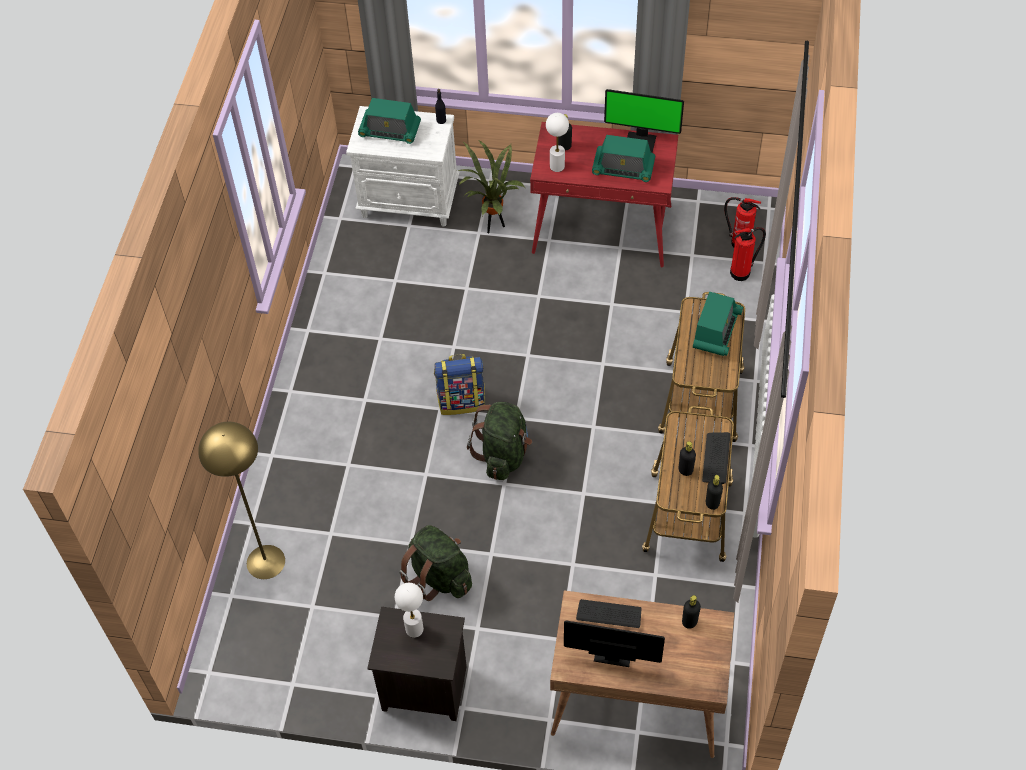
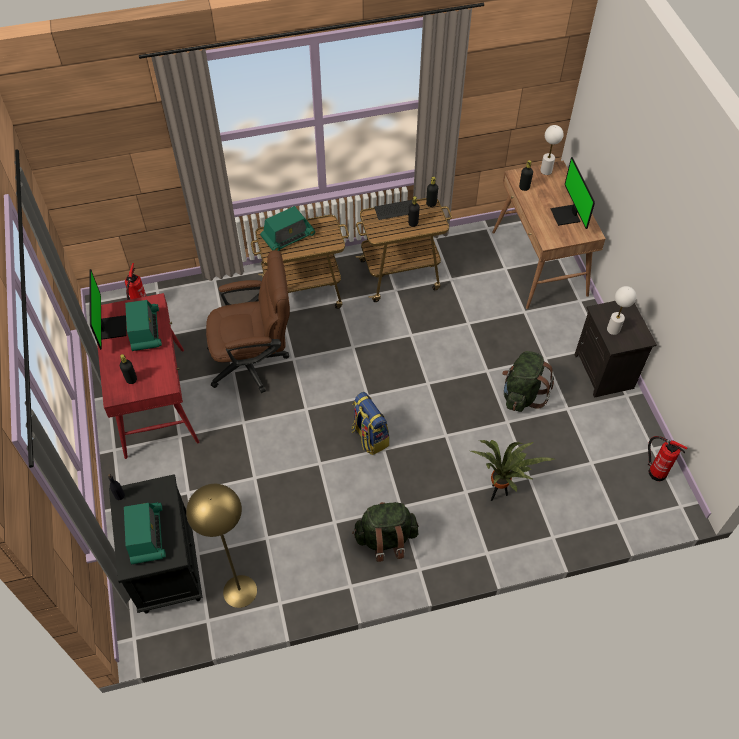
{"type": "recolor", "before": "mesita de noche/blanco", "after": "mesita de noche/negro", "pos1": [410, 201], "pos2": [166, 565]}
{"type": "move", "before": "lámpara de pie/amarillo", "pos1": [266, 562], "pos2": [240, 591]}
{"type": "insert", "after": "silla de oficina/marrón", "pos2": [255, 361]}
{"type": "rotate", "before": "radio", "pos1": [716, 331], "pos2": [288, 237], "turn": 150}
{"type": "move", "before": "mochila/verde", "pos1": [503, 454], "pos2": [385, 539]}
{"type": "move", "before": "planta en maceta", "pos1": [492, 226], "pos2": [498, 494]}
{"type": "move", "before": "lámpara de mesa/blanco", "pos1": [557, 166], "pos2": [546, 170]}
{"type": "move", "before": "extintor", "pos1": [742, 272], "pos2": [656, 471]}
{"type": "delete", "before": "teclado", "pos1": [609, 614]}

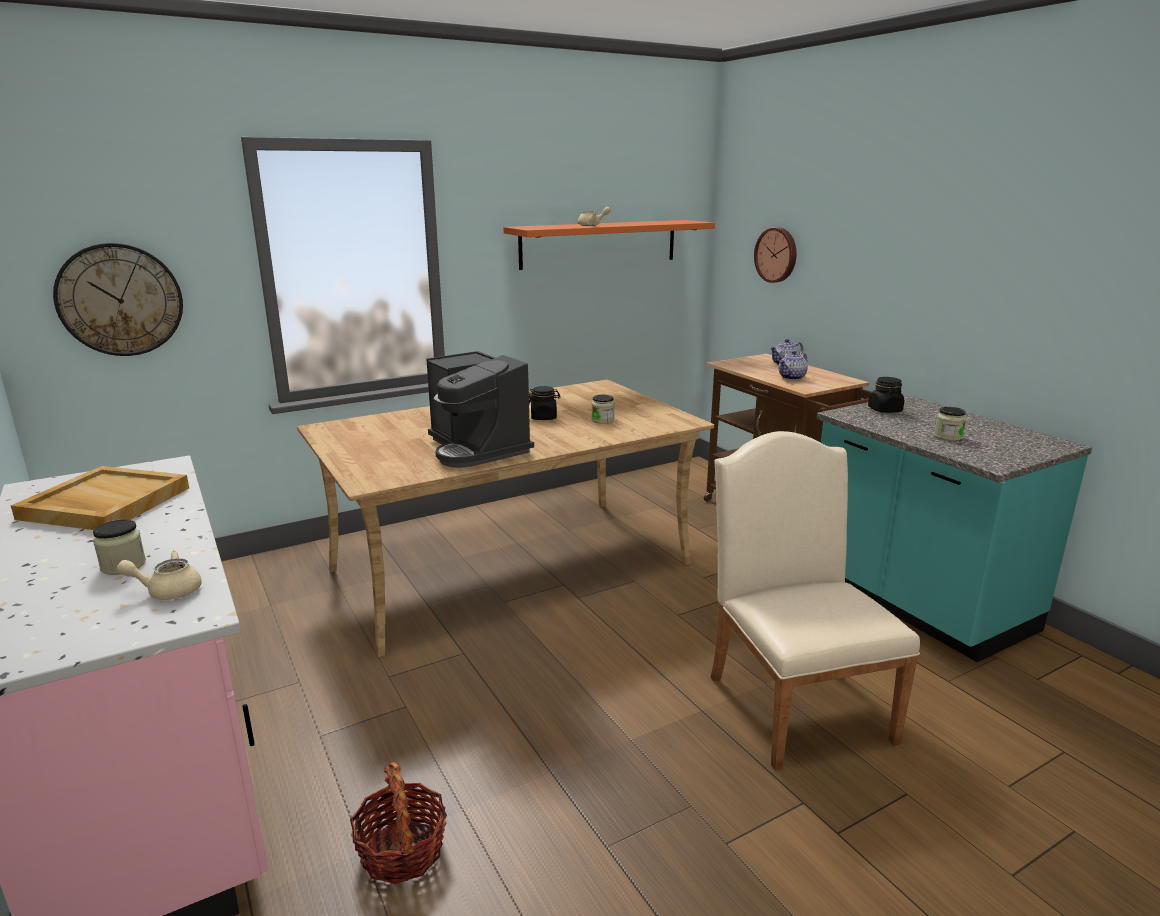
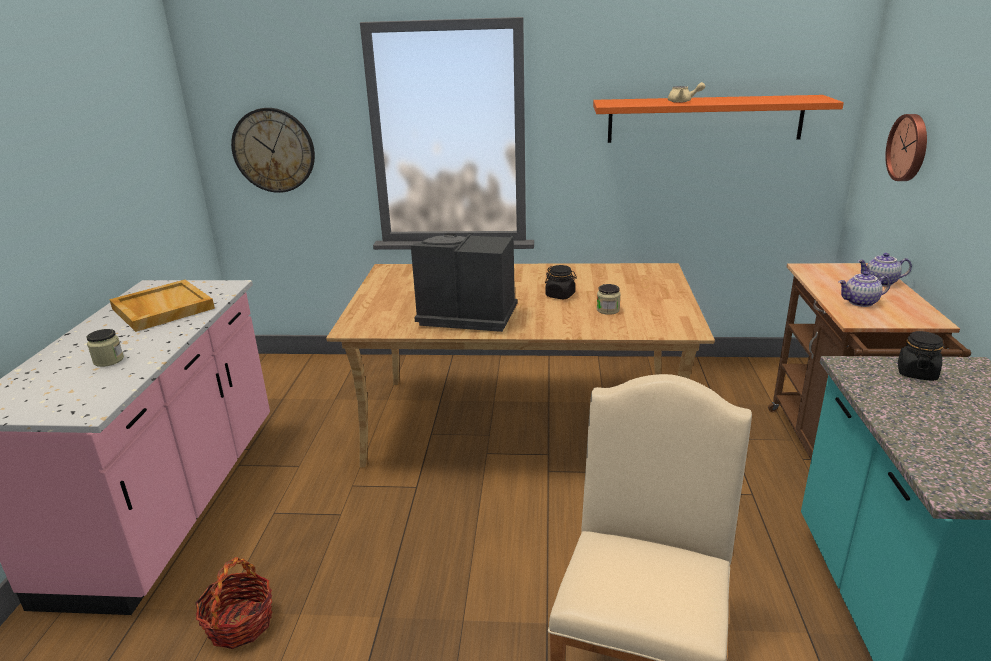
{"type": "rotate", "before": "cafetera", "pos1": [477, 448], "pos2": [465, 316], "turn": 105}
{"type": "delete", "before": "tetera/beis", "pos1": [168, 591]}
{"type": "delete", "before": "tarro", "pos1": [947, 437]}

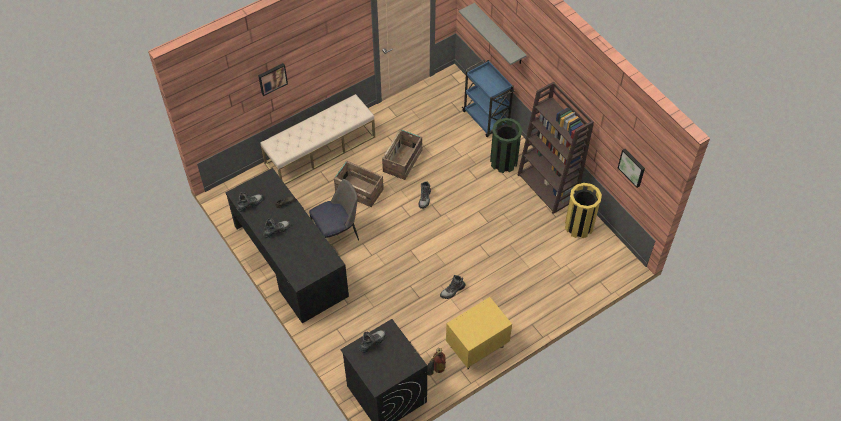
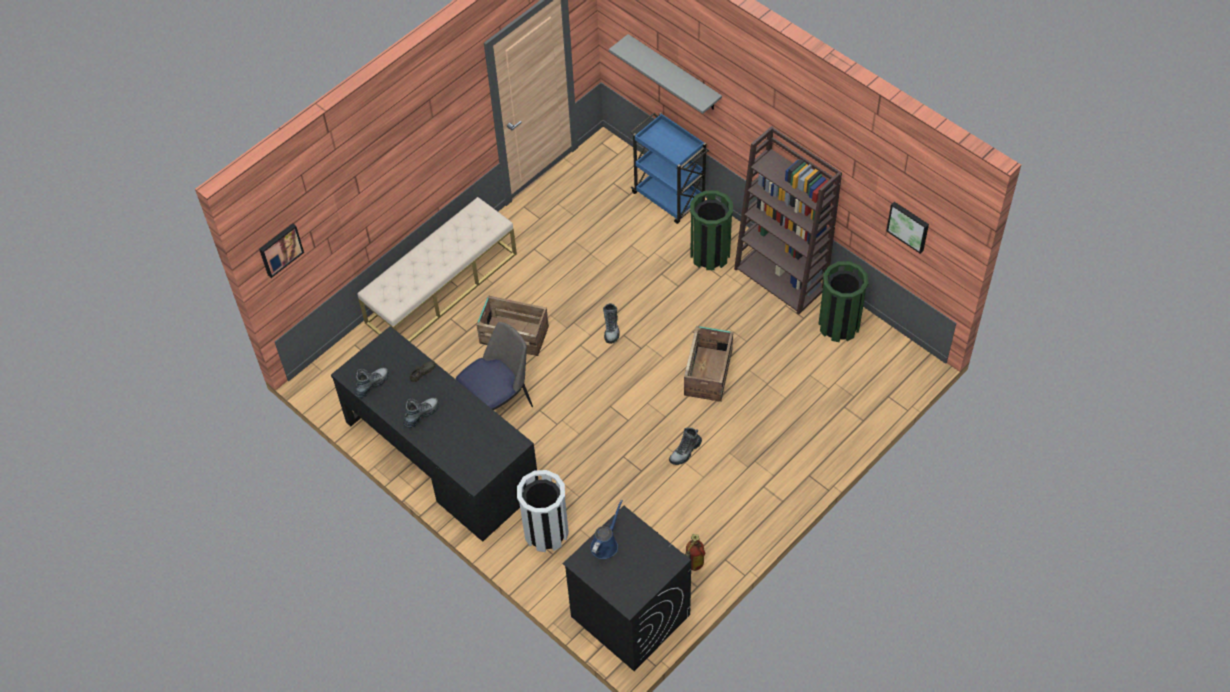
{"type": "move", "before": "cuadro", "pos1": [272, 78], "pos2": [280, 249]}
{"type": "insert", "after": "papelera/blanco", "pos2": [546, 532]}
{"type": "replace", "before": "bota", "after": "regadera/azul", "pos1": [372, 342], "pos2": [605, 544]}
{"type": "move", "before": "caja de embalaje", "pos1": [403, 160], "pos2": [708, 372]}
{"type": "recolor", "before": "papelera/amarillo", "after": "papelera/verde", "pos1": [579, 226], "pos2": [839, 325]}
{"type": "delete", "before": "mesita de noche/amarillo", "pos1": [477, 348]}

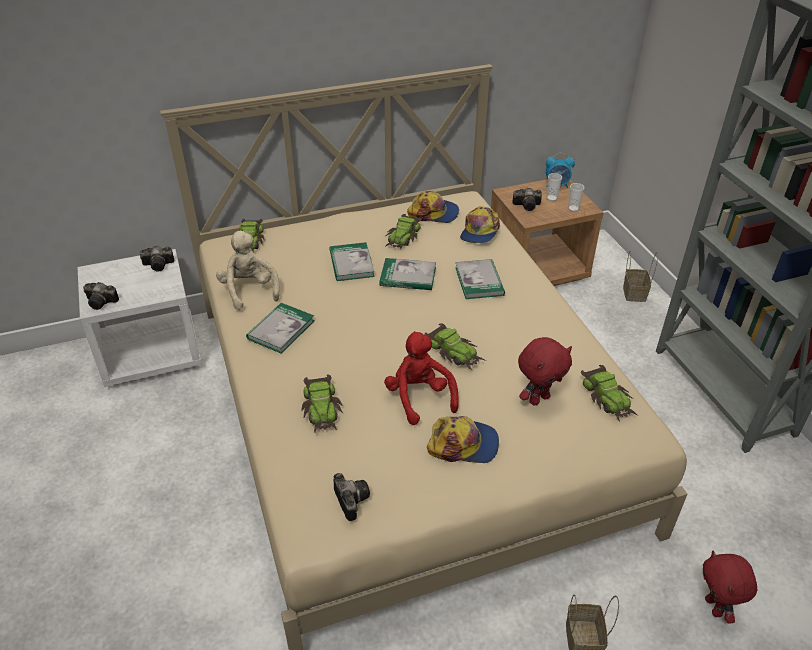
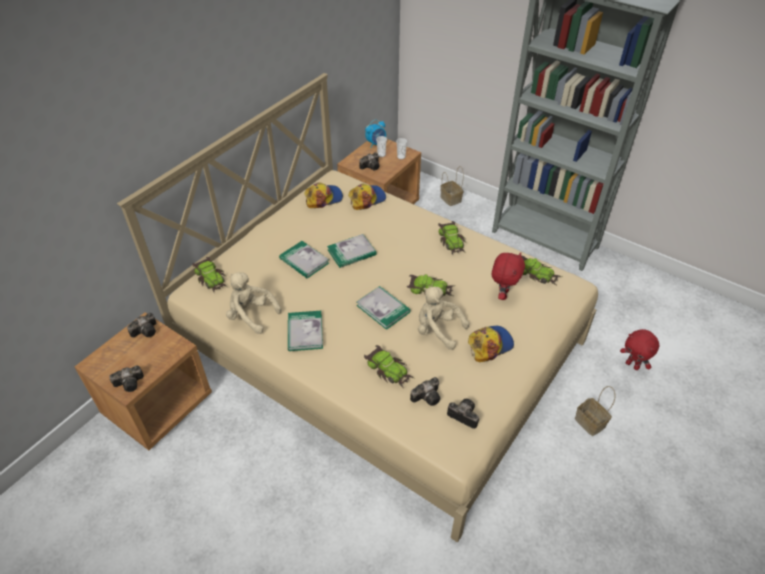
{"type": "recolor", "before": "mesita de noche/blanco", "after": "mesita de noche/marrón", "pos1": [152, 353], "pos2": [158, 405]}
{"type": "rotate", "before": "gorra", "pos1": [479, 231], "pos2": [367, 199], "turn": -105}
{"type": "move", "before": "libro", "pos1": [479, 281], "pos2": [383, 309]}
{"type": "insert", "after": "cámara", "pos2": [428, 396]}
{"type": "recolor", "before": "peluche/rojo", "after": "peluche/beis", "pos1": [419, 397], "pos2": [437, 330]}
{"type": "move", "before": "coche de juguete", "pos1": [403, 237], "pos2": [452, 241]}

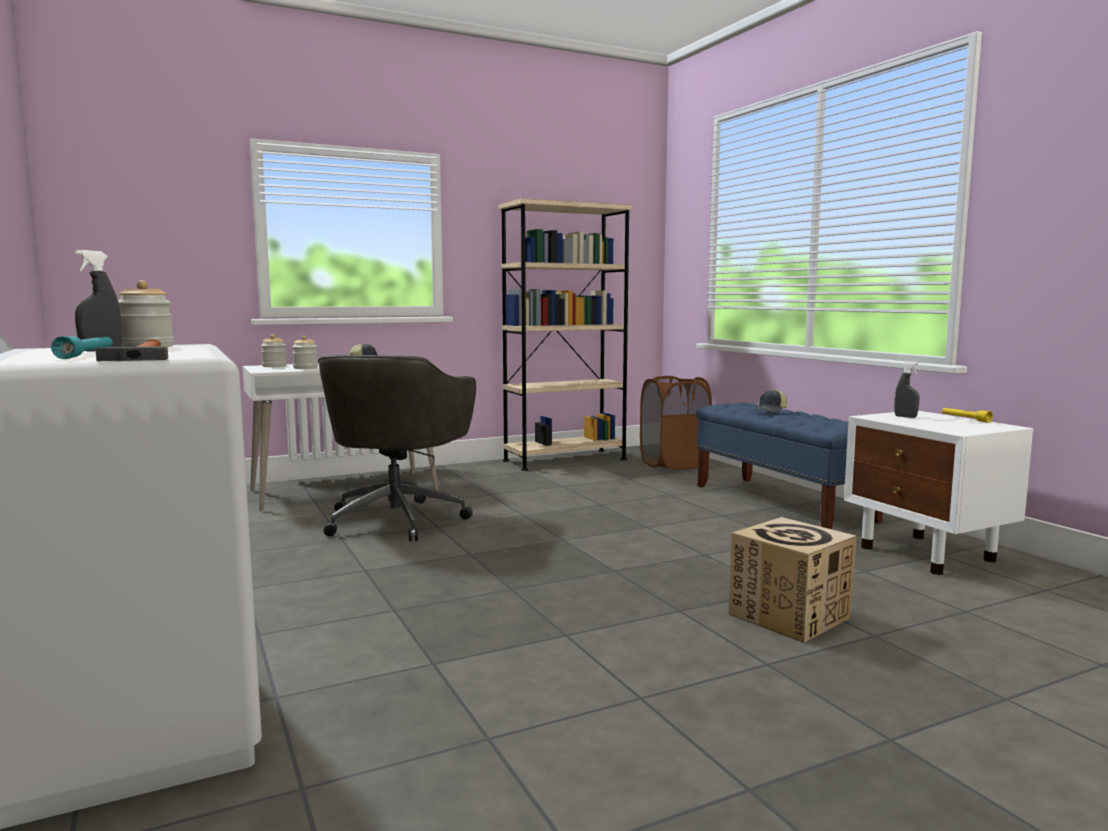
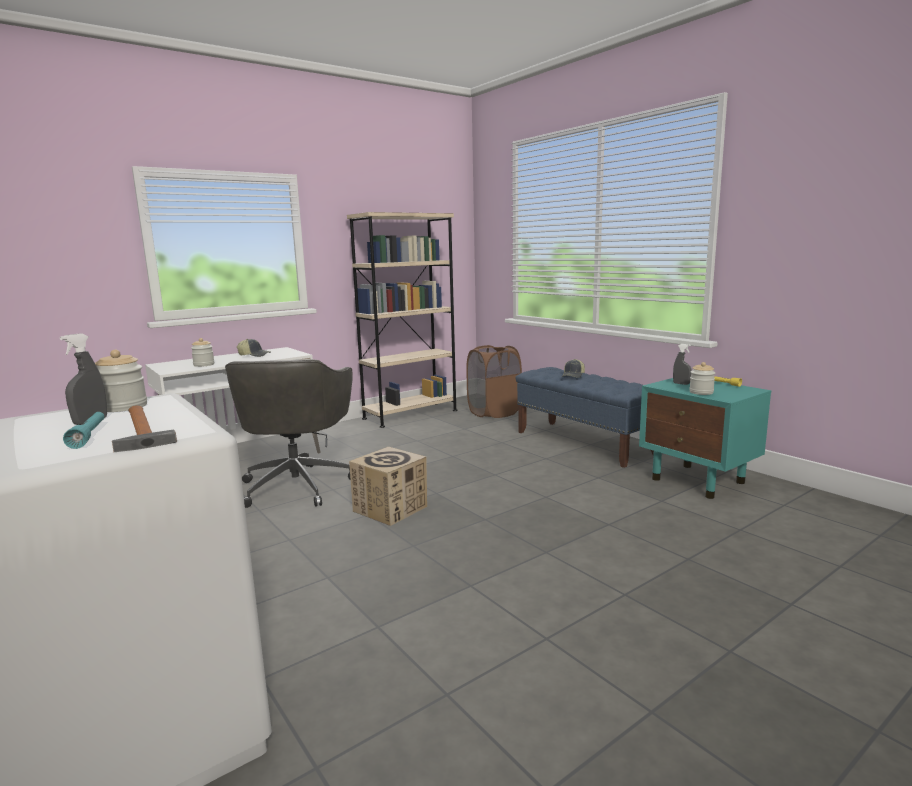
{"type": "move", "before": "caja de cartón", "pos1": [789, 616], "pos2": [390, 509]}
{"type": "recolor", "before": "mesita de noche/blanco", "after": "mesita de noche/turquesa", "pos1": [928, 554], "pos2": [699, 481]}
{"type": "move", "before": "tarro", "pos1": [274, 366], "pos2": [701, 392]}

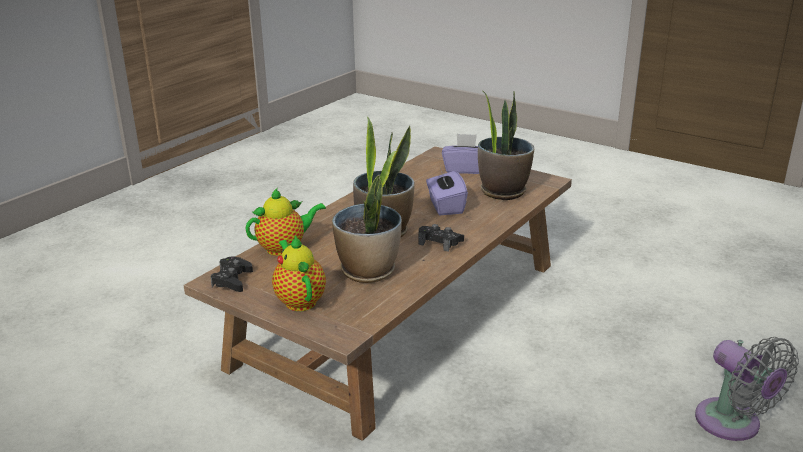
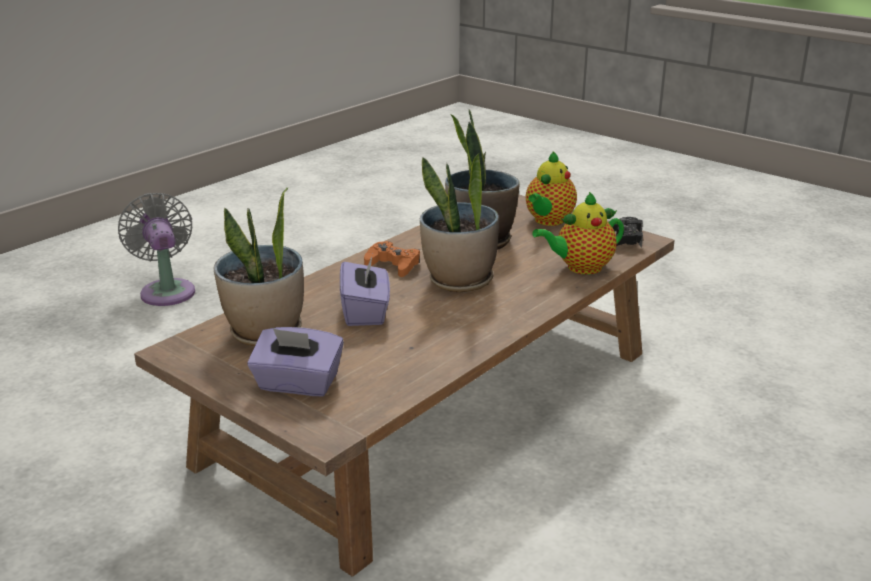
{"type": "recolor", "before": "mando de consola/negro", "after": "mando de consola/naranja", "pos1": [440, 242], "pos2": [393, 265]}
{"type": "rotate", "before": "tetera", "pos1": [299, 300], "pos2": [548, 221], "turn": 45}

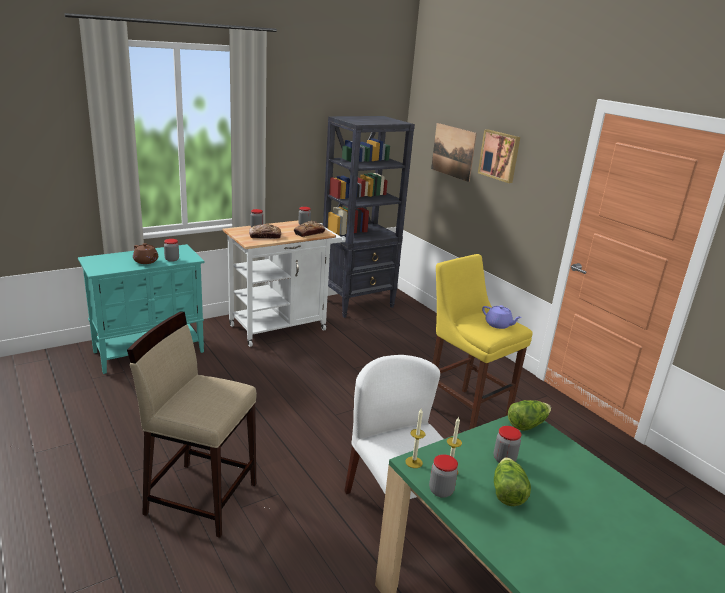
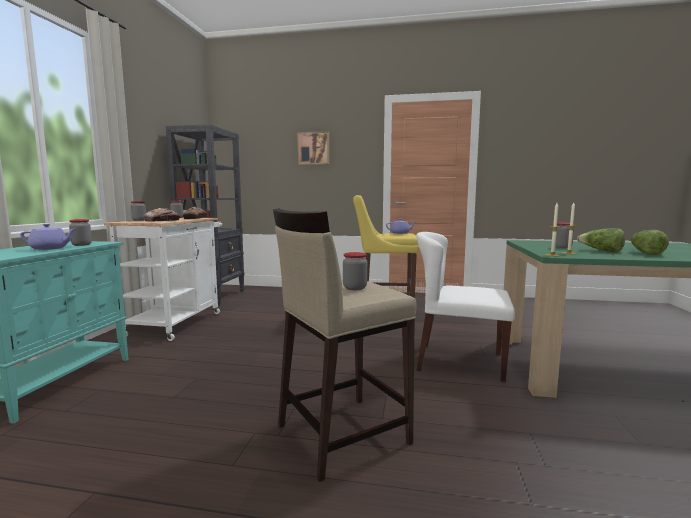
{"type": "recolor", "before": "tetera/marrón", "after": "tetera/morado", "pos1": [146, 261], "pos2": [50, 248]}
{"type": "move", "before": "tarro", "pos1": [441, 491], "pos2": [354, 288]}
{"type": "move", "before": "lechuga", "pos1": [527, 424], "pos2": [645, 253]}
{"type": "delete", "before": "cuadro", "pos1": [453, 151]}

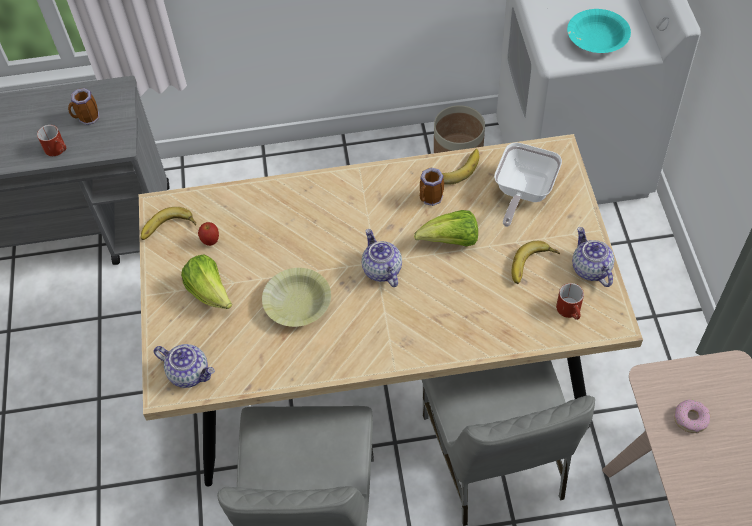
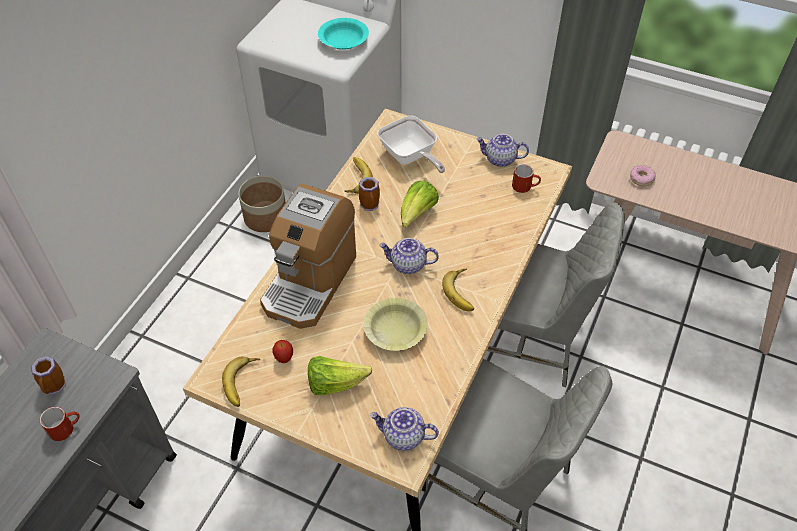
{"type": "insert", "after": "cafetera", "pos2": [309, 281]}
{"type": "rotate", "before": "tetera", "pos1": [189, 373], "pos2": [403, 436], "turn": -135}
{"type": "move", "before": "plátano", "pos1": [533, 266], "pos2": [462, 292]}

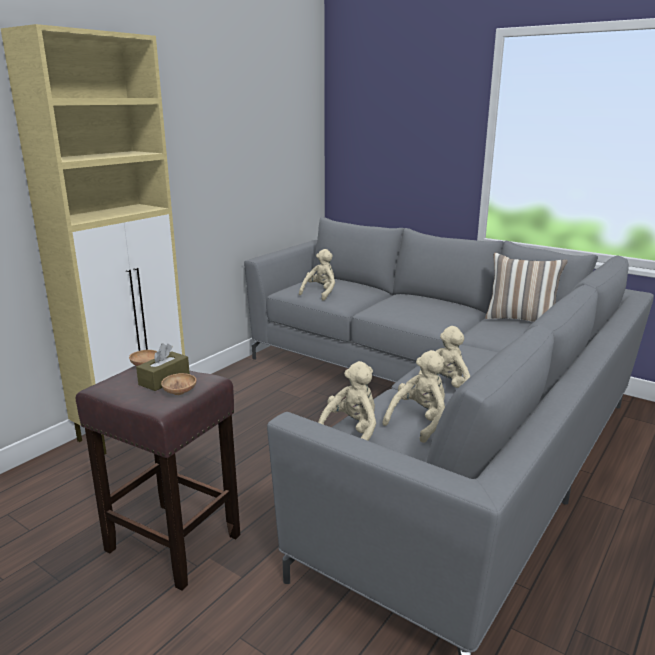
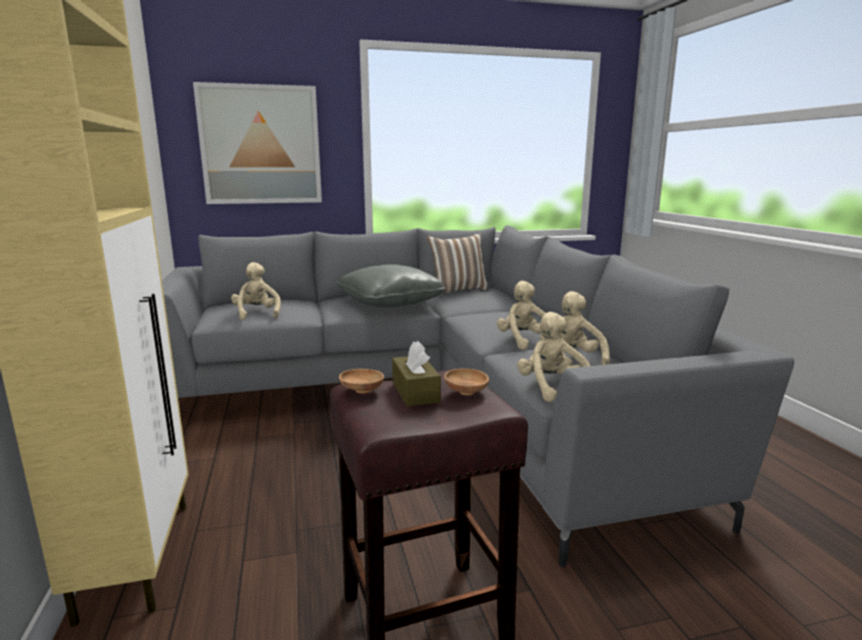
{"type": "insert", "after": "cuadro", "pos2": [261, 145]}
{"type": "insert", "after": "cojín/gris", "pos2": [390, 303]}

